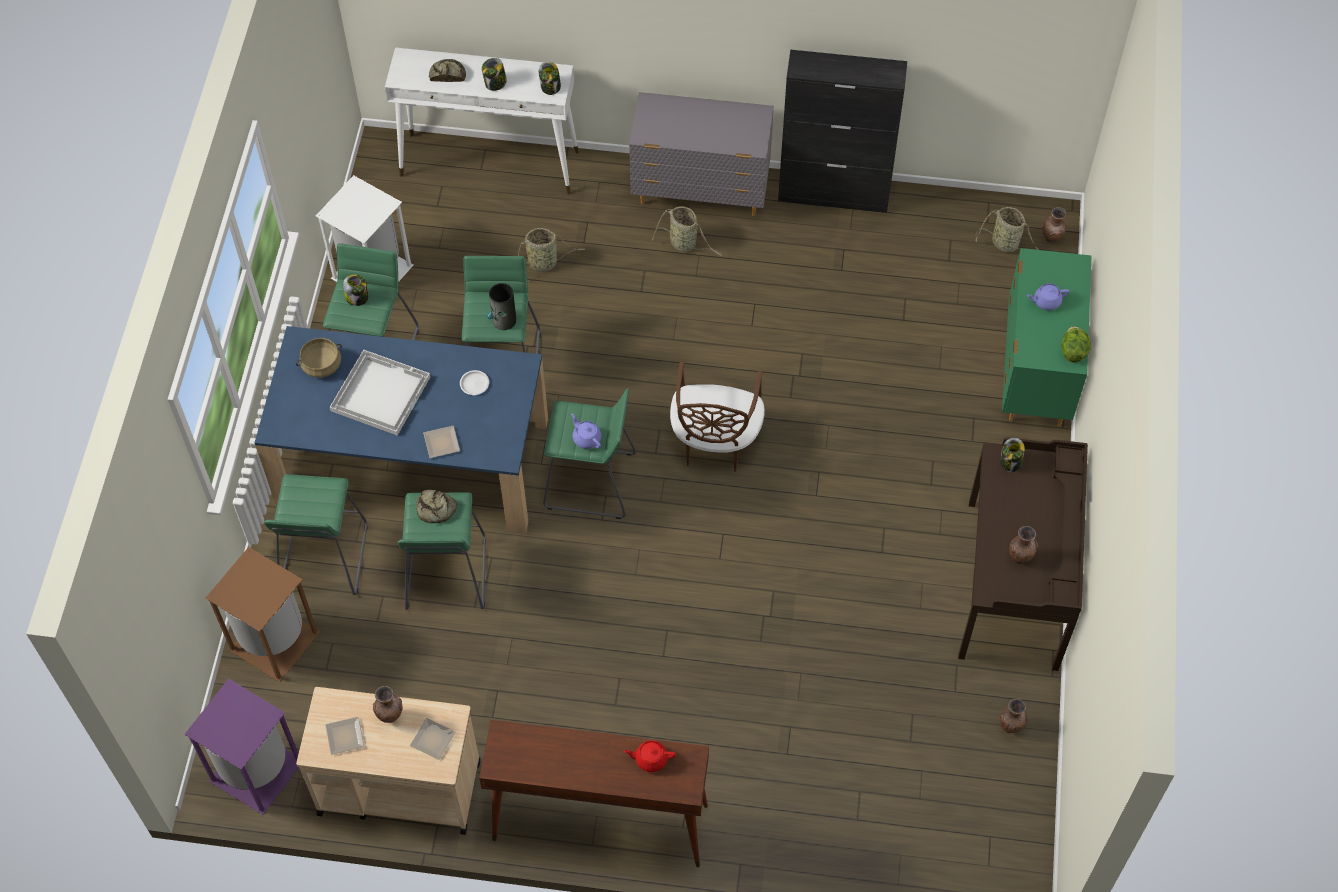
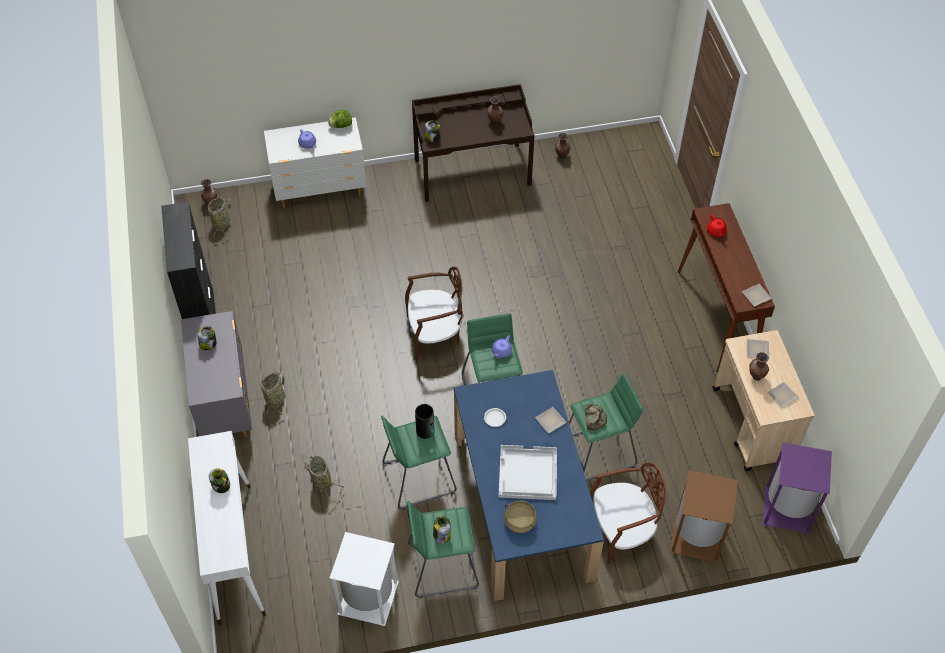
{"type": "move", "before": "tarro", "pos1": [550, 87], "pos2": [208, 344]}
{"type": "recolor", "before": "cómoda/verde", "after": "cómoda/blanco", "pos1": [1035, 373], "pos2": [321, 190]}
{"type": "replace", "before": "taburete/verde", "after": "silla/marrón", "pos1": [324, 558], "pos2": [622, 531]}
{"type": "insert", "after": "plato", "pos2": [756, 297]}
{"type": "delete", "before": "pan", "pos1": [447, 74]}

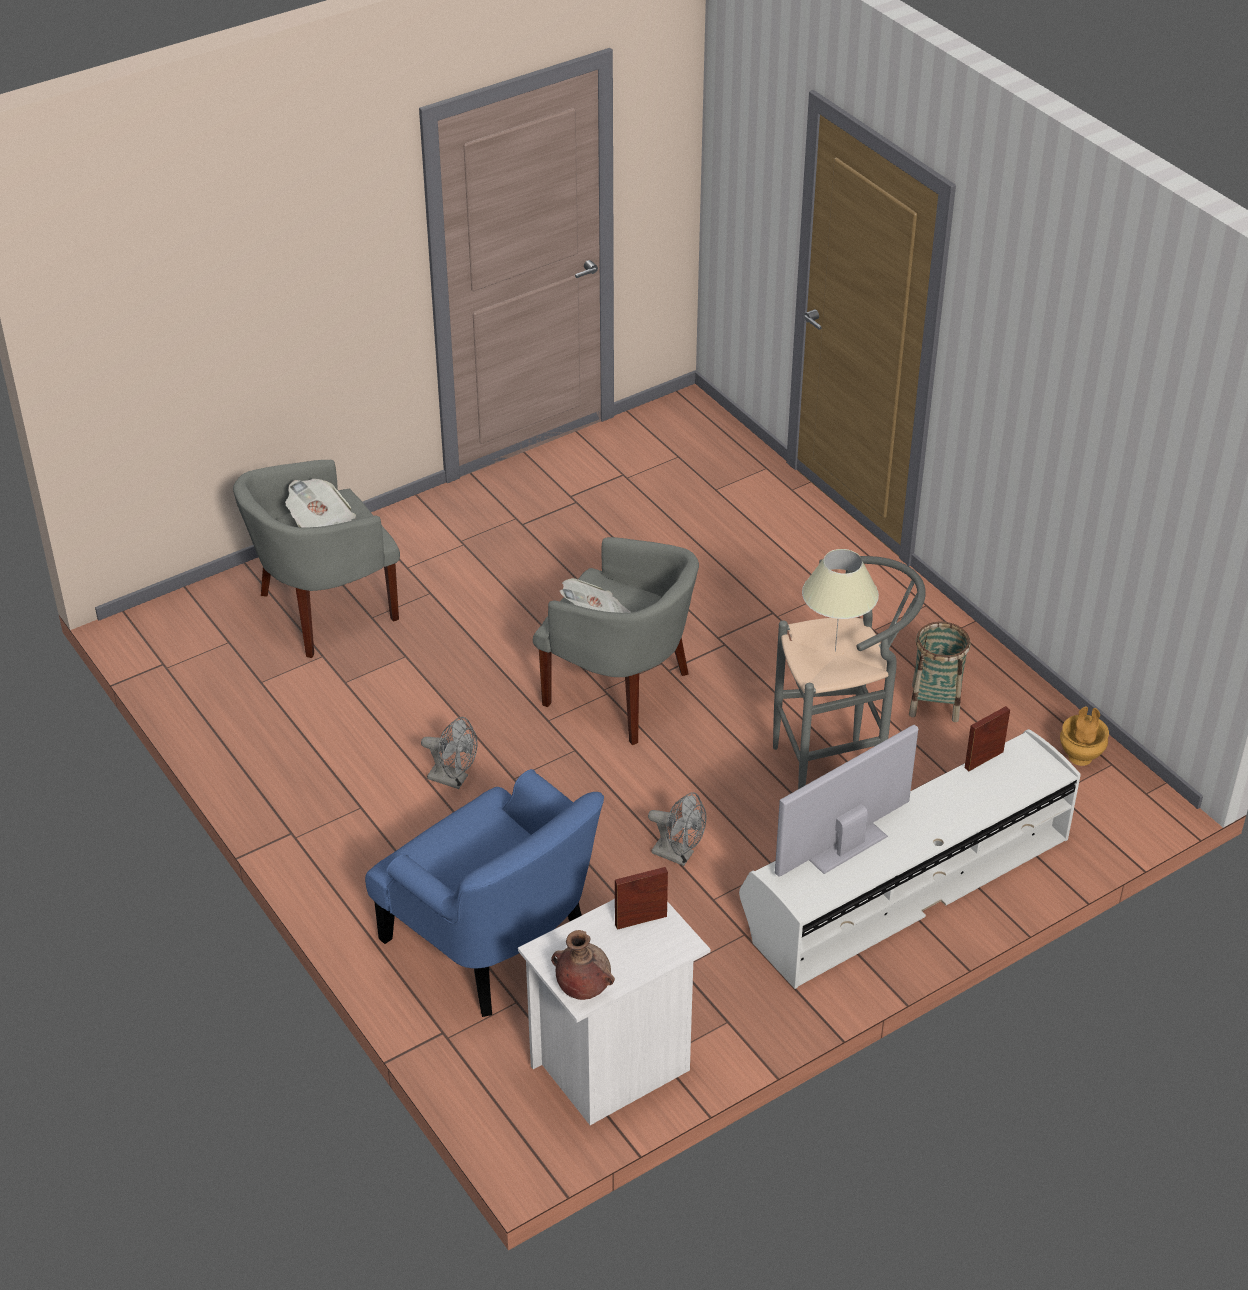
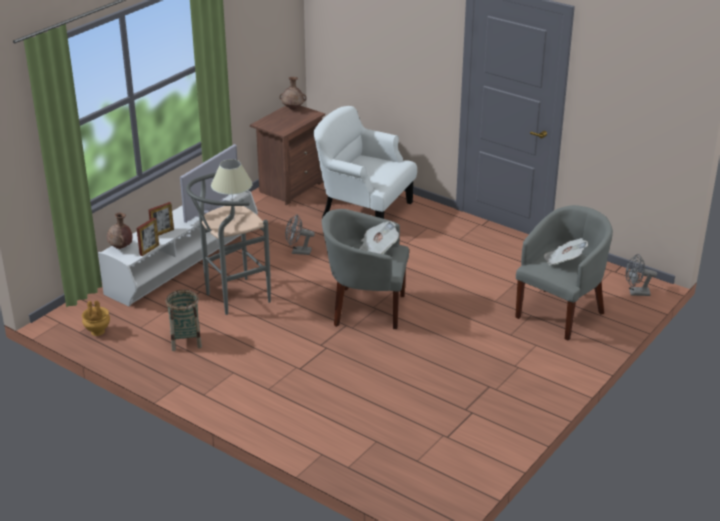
{"type": "insert", "after": "florero/marrón", "pos2": [121, 247]}
{"type": "move", "before": "portarretratos", "pos1": [641, 920], "pos2": [162, 233]}
{"type": "recolor", "before": "mesita de noche/blanco", "after": "mesita de noche/marrón", "pos1": [614, 1067], "pos2": [290, 187]}
{"type": "recolor", "before": "sillón/azul", "after": "sillón/blanco", "pos1": [494, 940], "pos2": [363, 210]}
{"type": "move", "before": "ventilador/gris", "pos1": [453, 779], "pos2": [636, 293]}

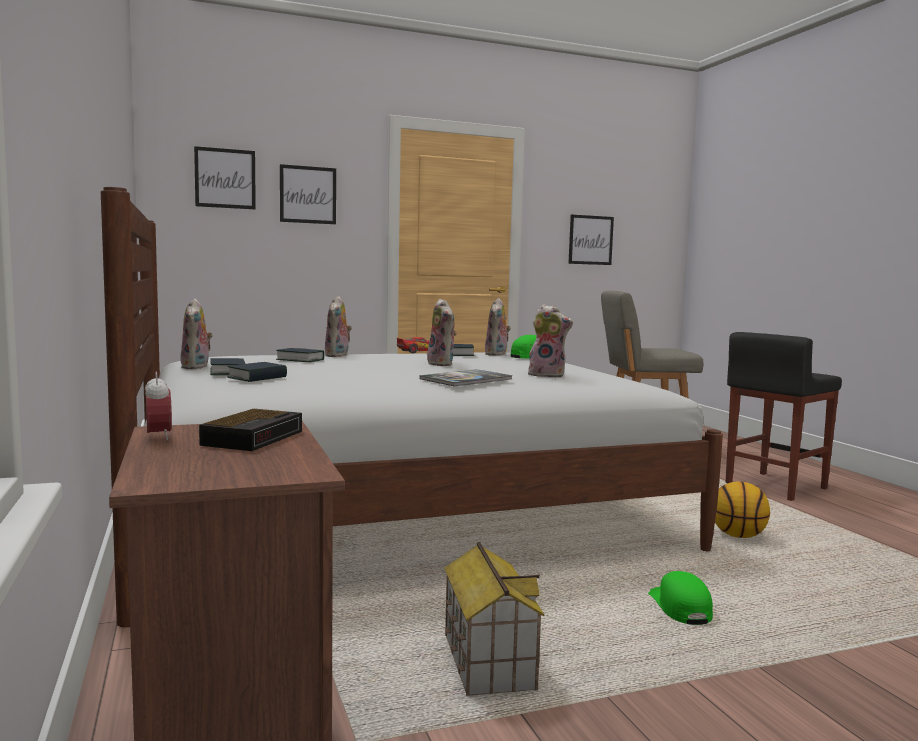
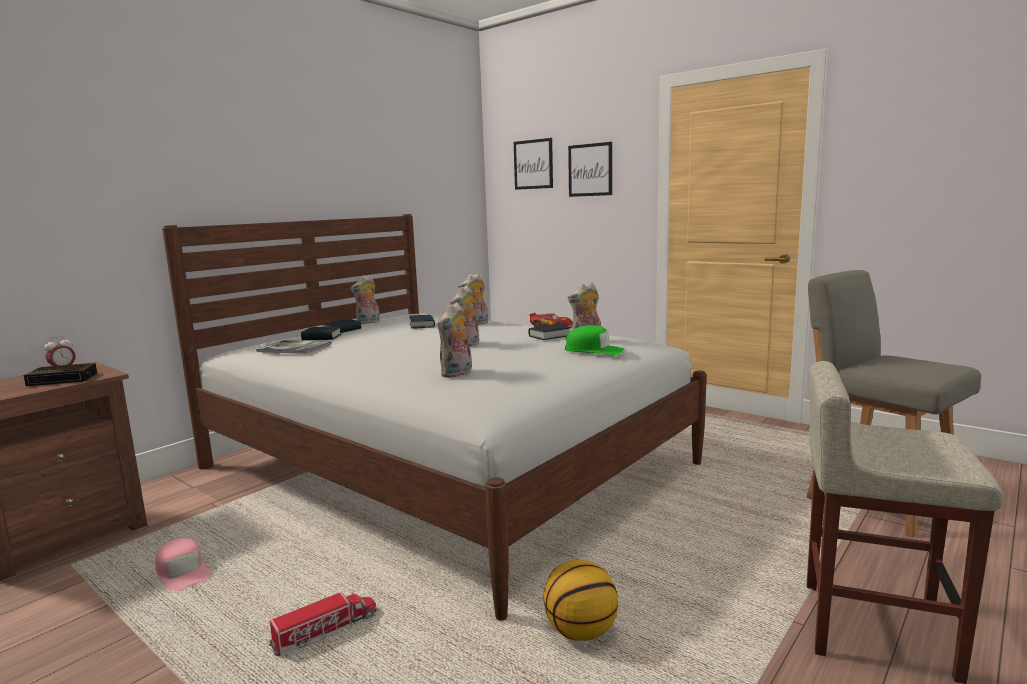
{"type": "replace", "before": "casita", "after": "gorra/rosa", "pos1": [487, 661], "pos2": [183, 572]}
{"type": "move", "before": "libro", "pos1": [466, 379], "pos2": [294, 348]}
{"type": "replace", "before": "gorra/verde", "after": "camión de juguete", "pos1": [679, 606], "pos2": [325, 631]}
{"type": "rotate", "before": "peluche", "pos1": [548, 375], "pos2": [457, 374], "turn": 45}
{"type": "recolor", "before": "taburete/negro", "after": "taburete/beis", "pos1": [774, 486], "pos2": [873, 628]}
{"type": "delete", "before": "cuadro", "pos1": [590, 240]}

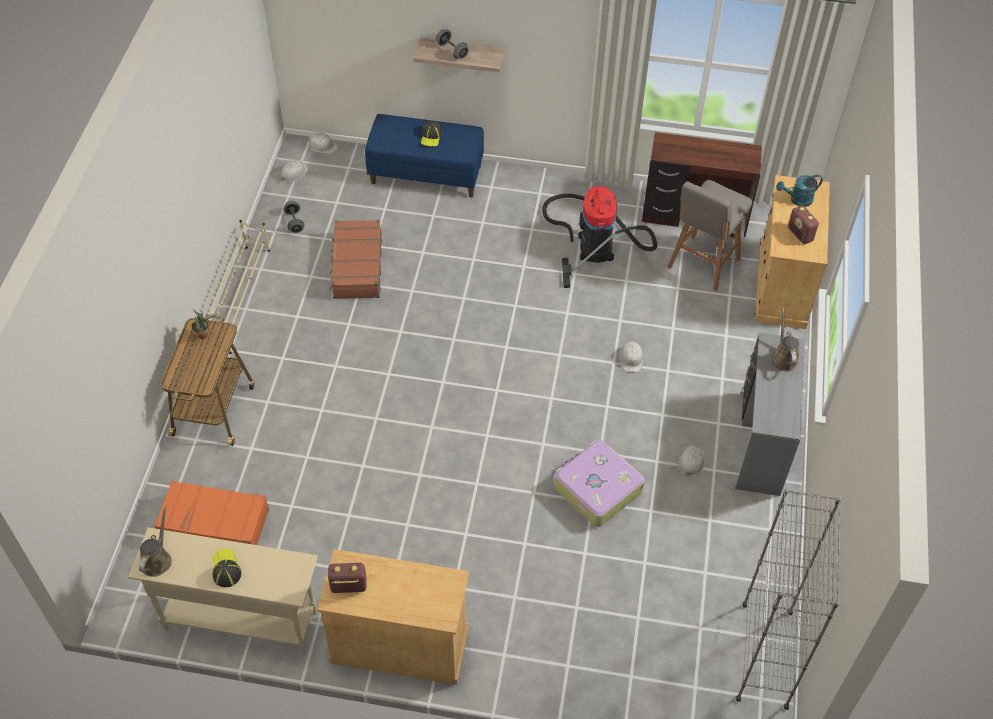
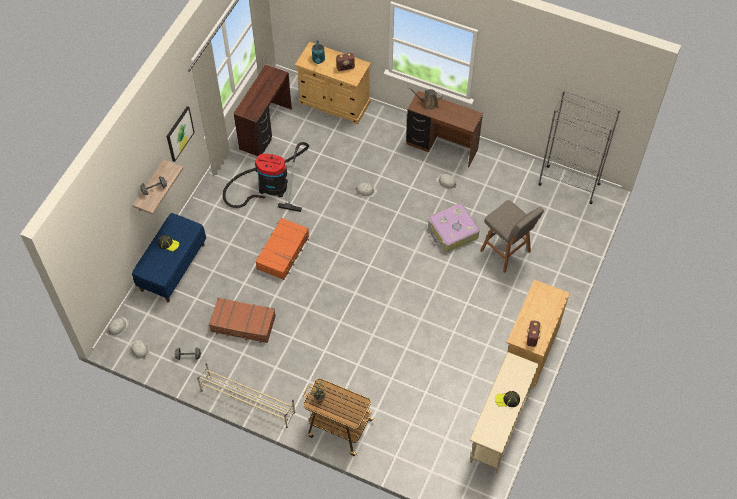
{"type": "insert", "after": "cuadro", "pos2": [179, 133]}
{"type": "move", "before": "maleta/naranja", "pos1": [214, 524], "pos2": [283, 252]}
{"type": "recolor", "before": "escritorio/gris", "after": "escritorio/marrón", "pos1": [759, 443], "pos2": [441, 147]}
{"type": "move", "before": "taburete/gris", "pos1": [702, 265], "pos2": [506, 252]}
{"type": "delete", "before": "regadera/marrón", "pos1": [157, 559]}

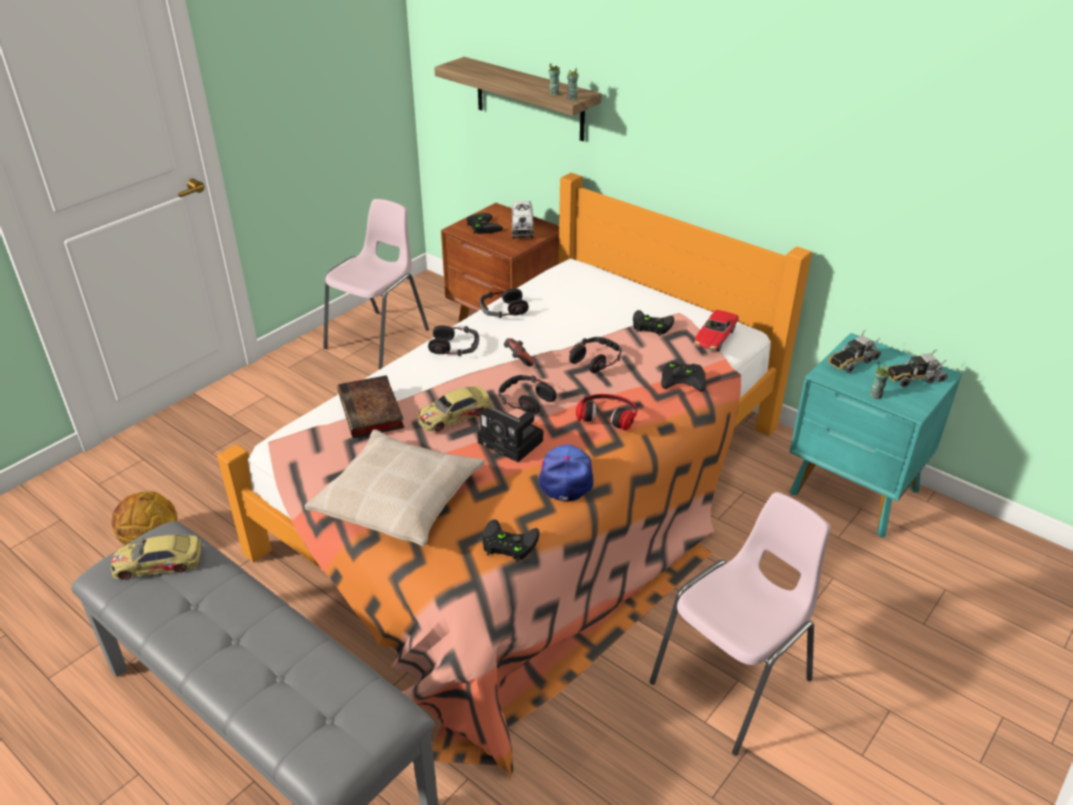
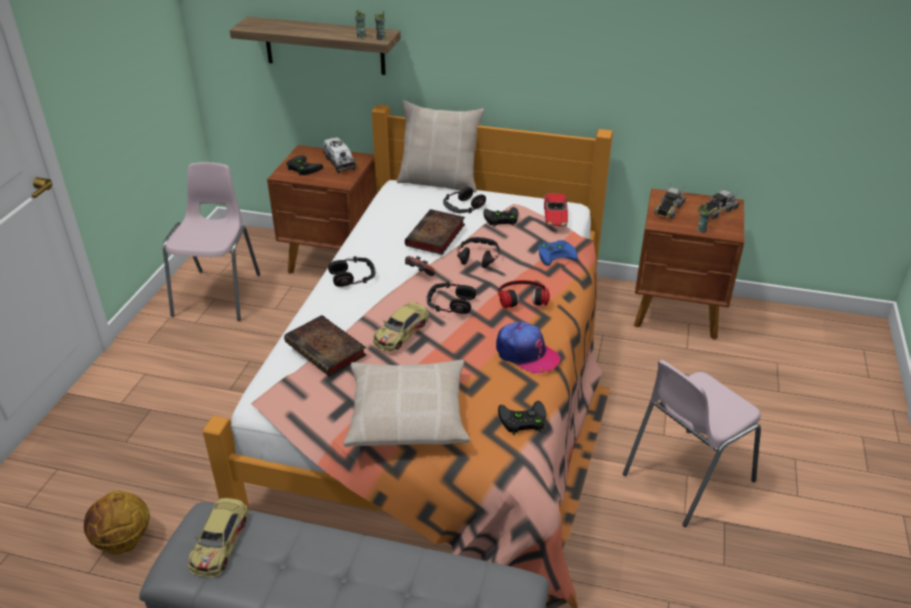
{"type": "rotate", "before": "coche de juguete", "pos1": [158, 562], "pos2": [219, 542], "turn": -45}
{"type": "insert", "after": "cojín/beis", "pos2": [439, 181]}
{"type": "insert", "after": "libro", "pos2": [435, 236]}
{"type": "move", "before": "auriculares", "pos1": [503, 310], "pos2": [464, 207]}
{"type": "rotate", "before": "gorra", "pos1": [566, 476], "pos2": [526, 354], "turn": 150}
{"type": "recolor", "before": "mando de consola/negro", "after": "mando de consola/azul", "pos1": [684, 379], "pos2": [556, 254]}
{"type": "rotate", "before": "silla/rosa", "pos1": [734, 682], "pos2": [685, 477], "turn": -150}
{"type": "recolor", "before": "mesita de noche/turquesa", "after": "mesita de noche/marrón", "pos1": [854, 493], "pos2": [678, 313]}
{"type": "delete", "before": "cámara", "pos1": [513, 442]}

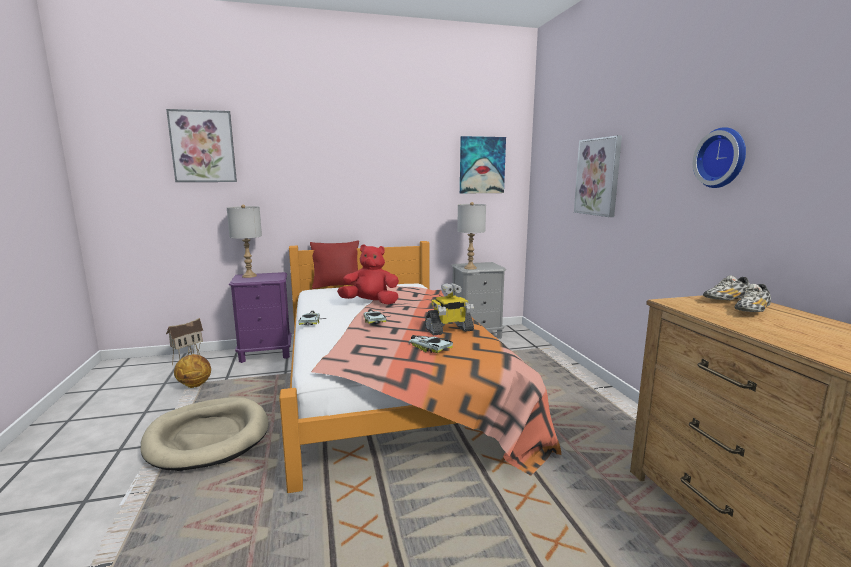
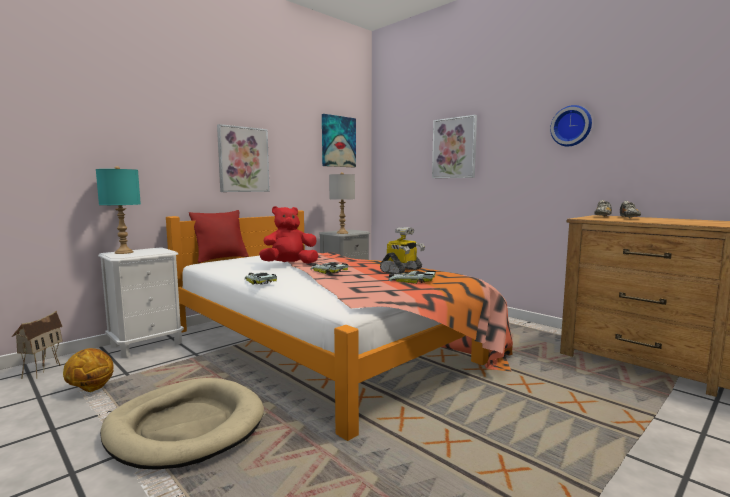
{"type": "recolor", "before": "lámpara de mesa/gris", "after": "lámpara de mesa/turquesa", "pos1": [249, 276], "pos2": [124, 252]}
{"type": "recolor", "before": "mesita de noche/morado", "after": "mesita de noche/blanco", "pos1": [266, 353], "pos2": [146, 344]}
{"type": "move", "before": "cuadro", "pos1": [203, 146], "pos2": [243, 159]}

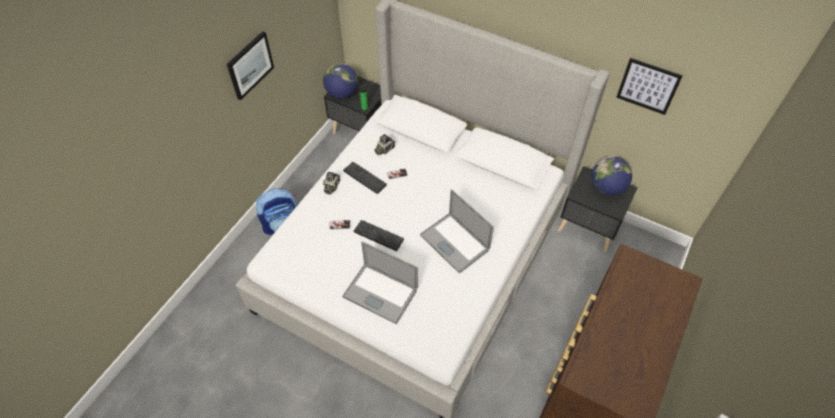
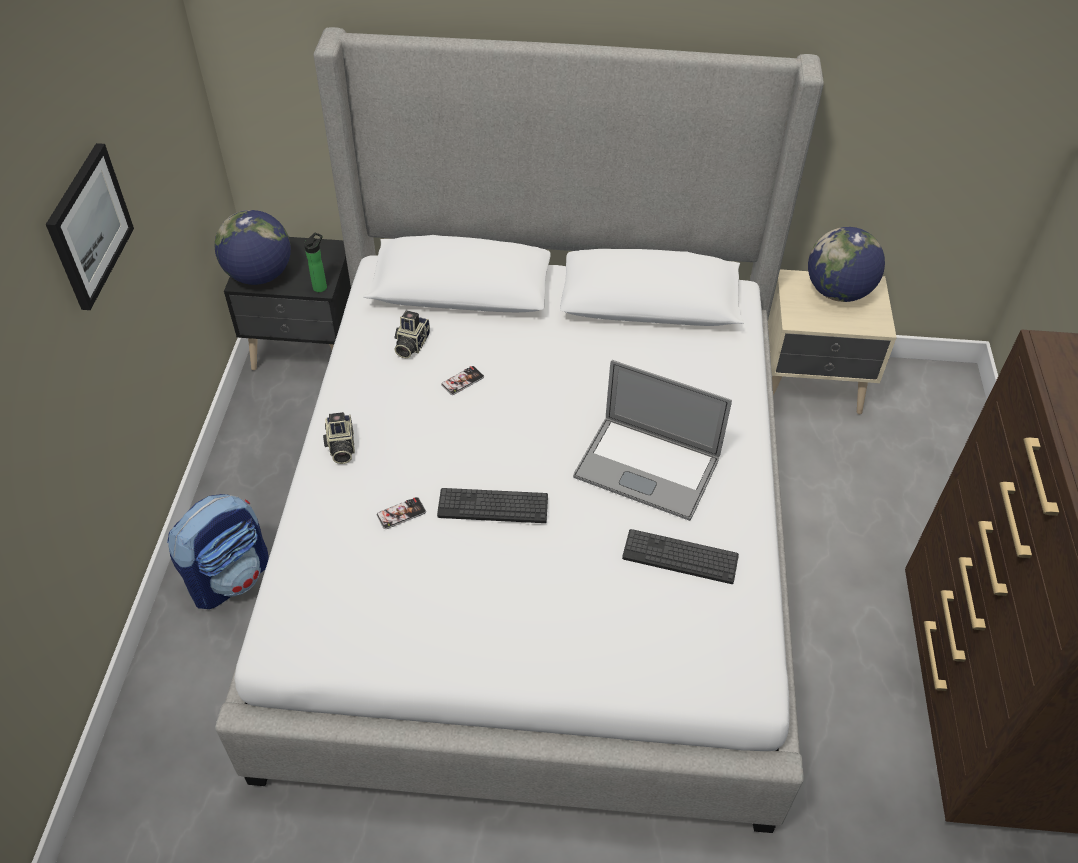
{"type": "move", "before": "teclado", "pos1": [364, 178], "pos2": [680, 557]}
{"type": "recolor", "before": "mesita de noche/negro", "after": "mesita de noche/beis", "pos1": [588, 229], "pos2": [811, 387]}
{"type": "delete", "before": "portátil", "pos1": [380, 293]}
{"type": "delete", "before": "cuadro", "pos1": [648, 86]}

